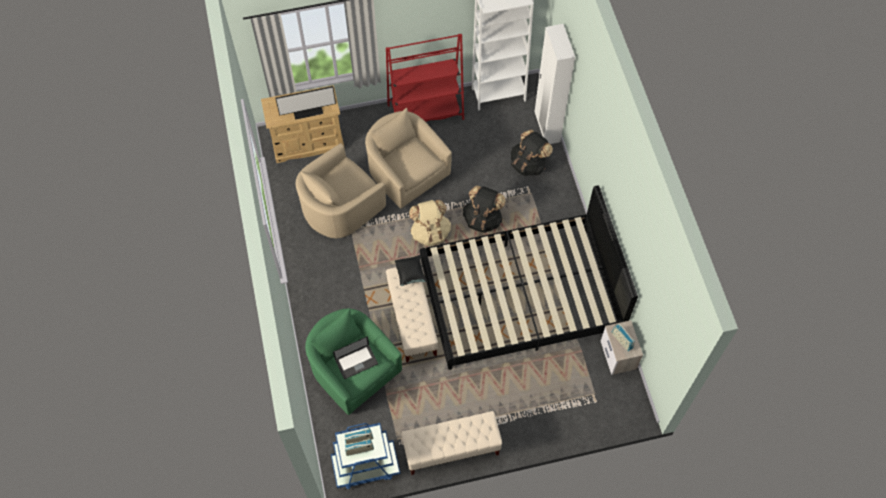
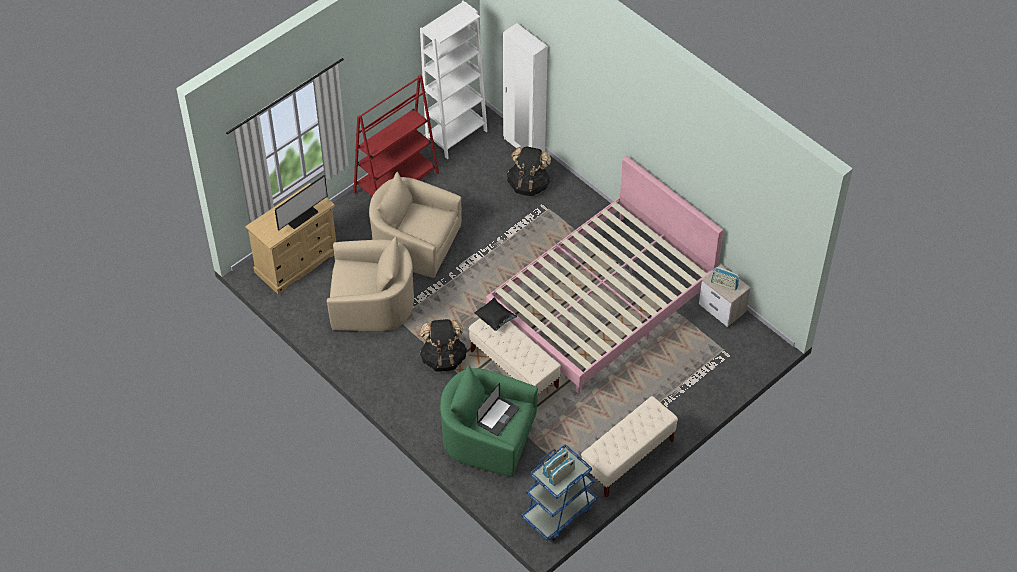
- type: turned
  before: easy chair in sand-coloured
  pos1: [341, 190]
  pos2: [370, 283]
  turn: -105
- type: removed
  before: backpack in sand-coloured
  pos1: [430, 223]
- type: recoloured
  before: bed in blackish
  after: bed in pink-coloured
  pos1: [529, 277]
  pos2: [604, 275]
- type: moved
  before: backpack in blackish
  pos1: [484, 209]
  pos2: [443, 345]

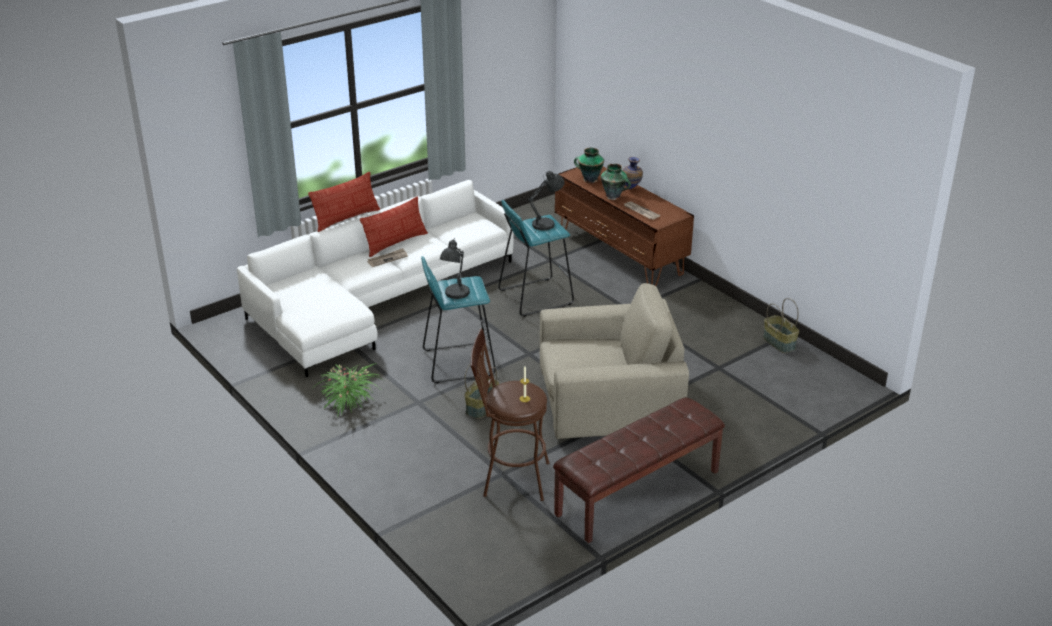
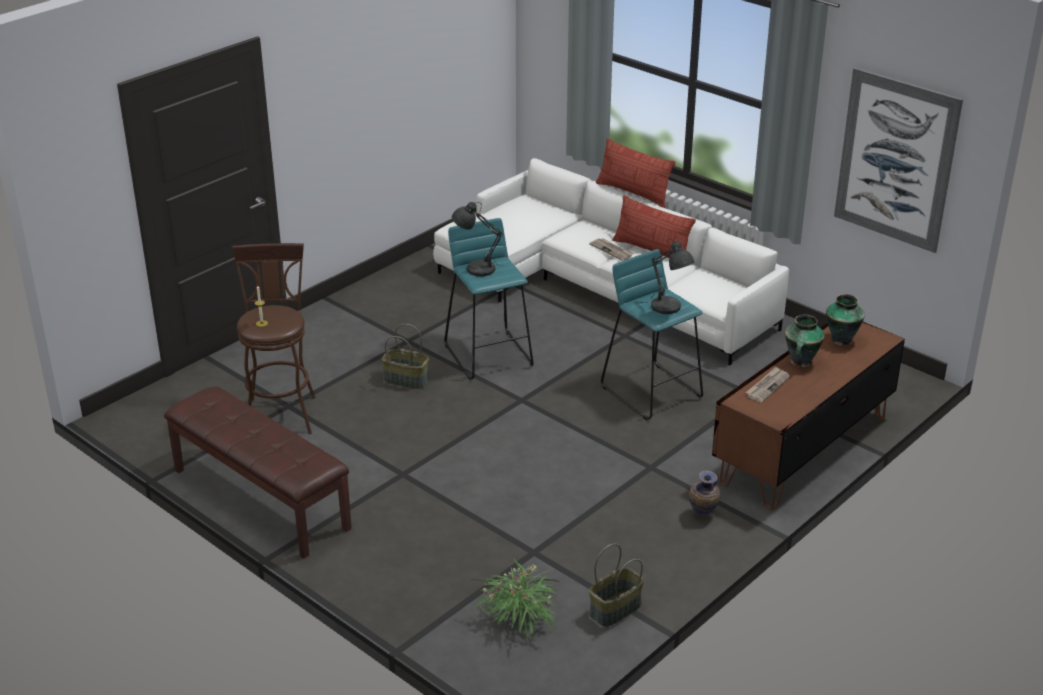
- type: moved
  before: plant in a pot
  pos1: [348, 390]
  pos2: [516, 599]
- type: removed
  before: easy chair in sand-coloured
  pos1: [614, 361]
- type: moved
  before: vase
  pos1: [633, 173]
  pos2: [704, 492]
- type: added
  after: wall art
  pos2: [898, 160]

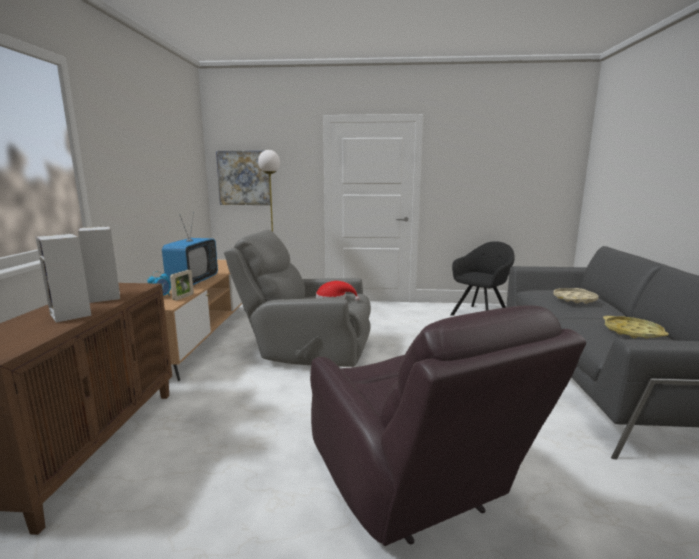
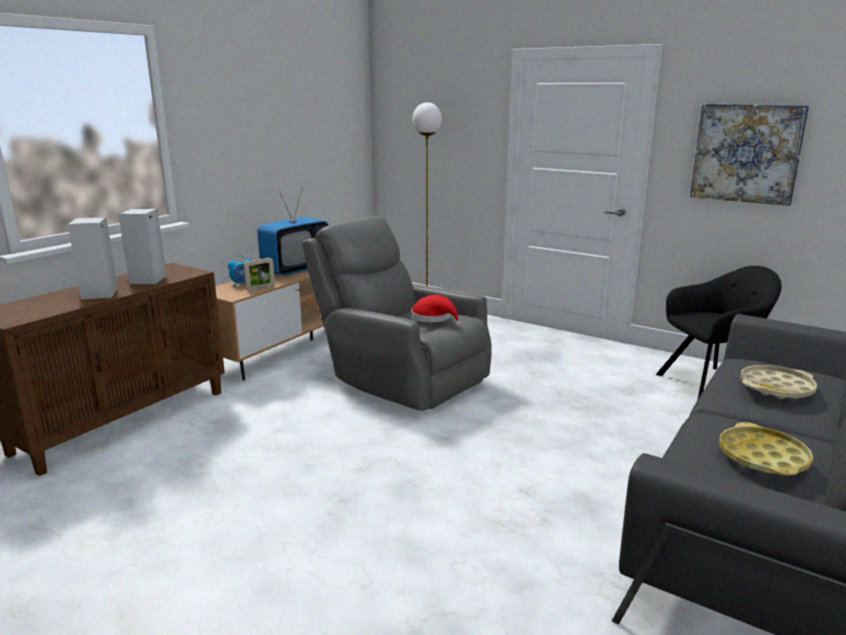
- type: moved
  before: wall art
  pos1: [244, 178]
  pos2: [749, 154]
- type: removed
  before: easy chair in brown
  pos1: [448, 425]

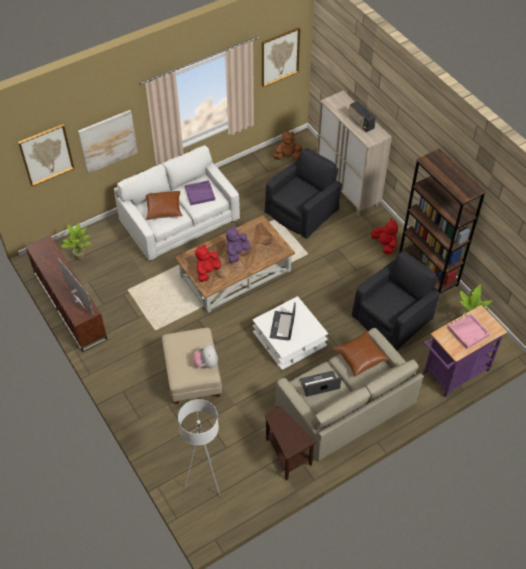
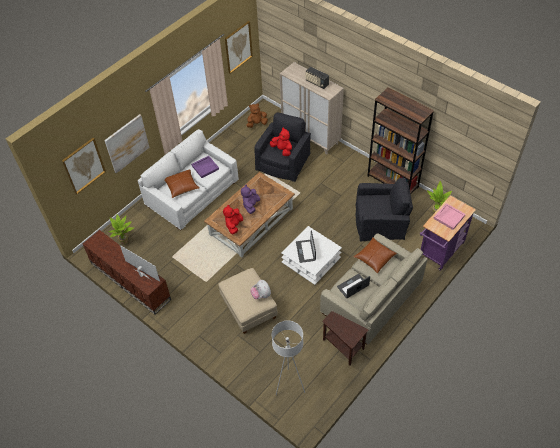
- type: turned
  before: easy chair in blackish
  pos1: [396, 301]
  pos2: [384, 209]
  turn: 60
- type: moved
  before: plush toy in red-coloured
  pos1: [384, 236]
  pos2: [281, 141]

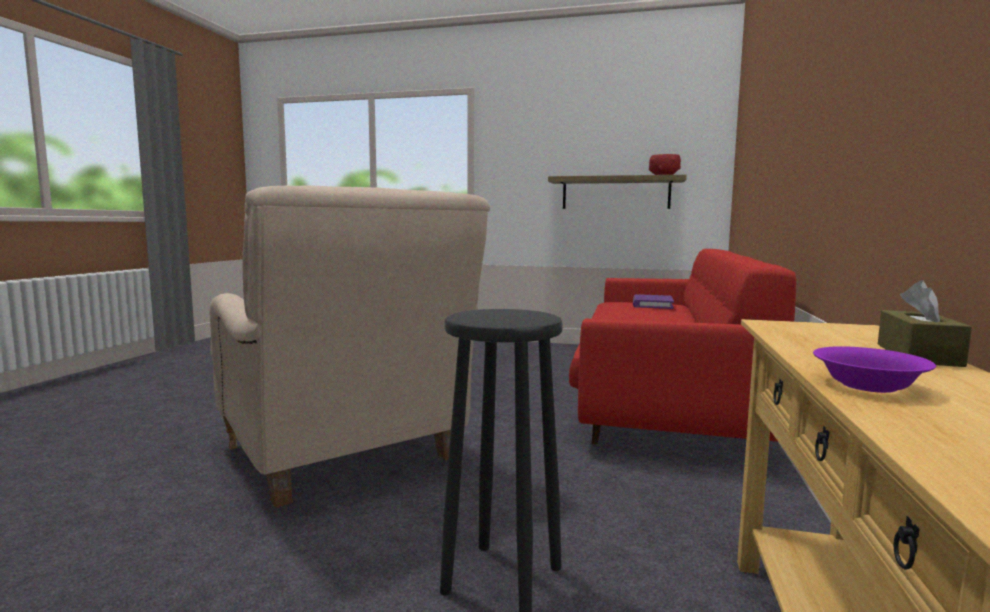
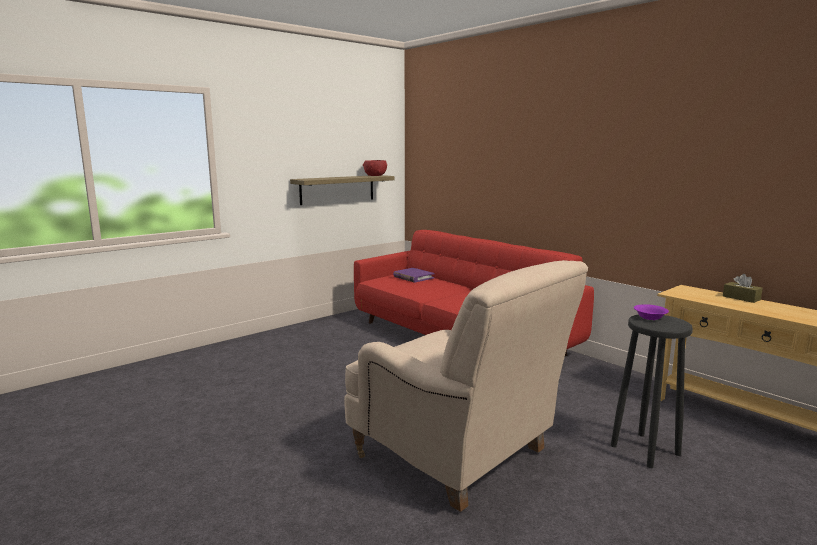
- type: turned
  before: easy chair in sand-coloured
  pos1: [349, 346]
  pos2: [466, 386]
  turn: 45
- type: moved
  before: serving bowl in purple-coloured
  pos1: [874, 369]
  pos2: [651, 312]

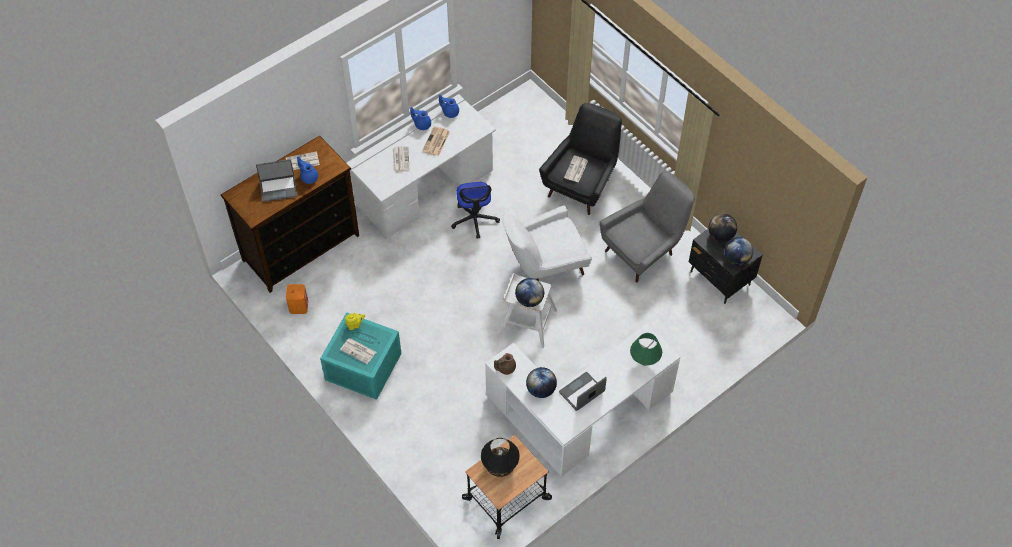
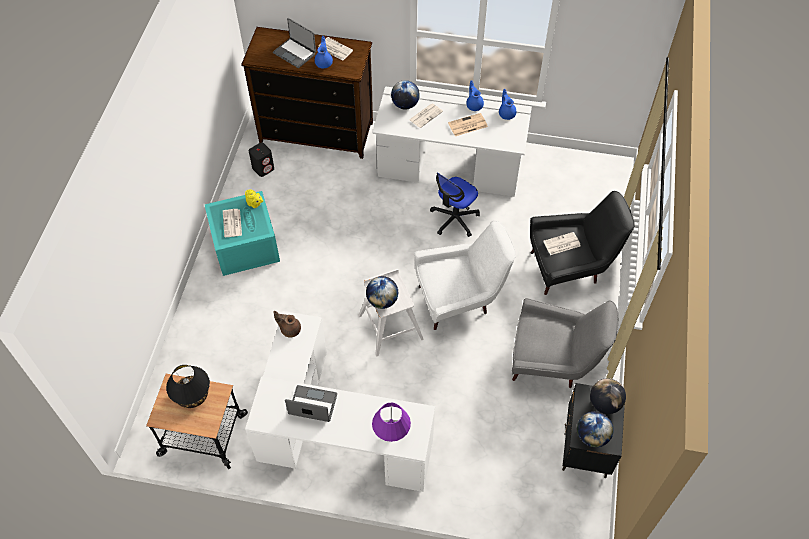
- type: recoloured
  before: speaker in orangey
  after: speaker in blackish
  pos1: [297, 299]
  pos2: [261, 159]
- type: turned
  before: easy chair in whitish
  pos1: [547, 243]
  pos2: [465, 275]
  turn: 135
- type: moved
  before: globe
  pos1: [541, 382]
  pos2: [405, 94]
- type: recoloured
  before: tabletop lamp in greenish
  after: tabletop lamp in purple-coloured
  pos1: [646, 349]
  pos2: [391, 422]

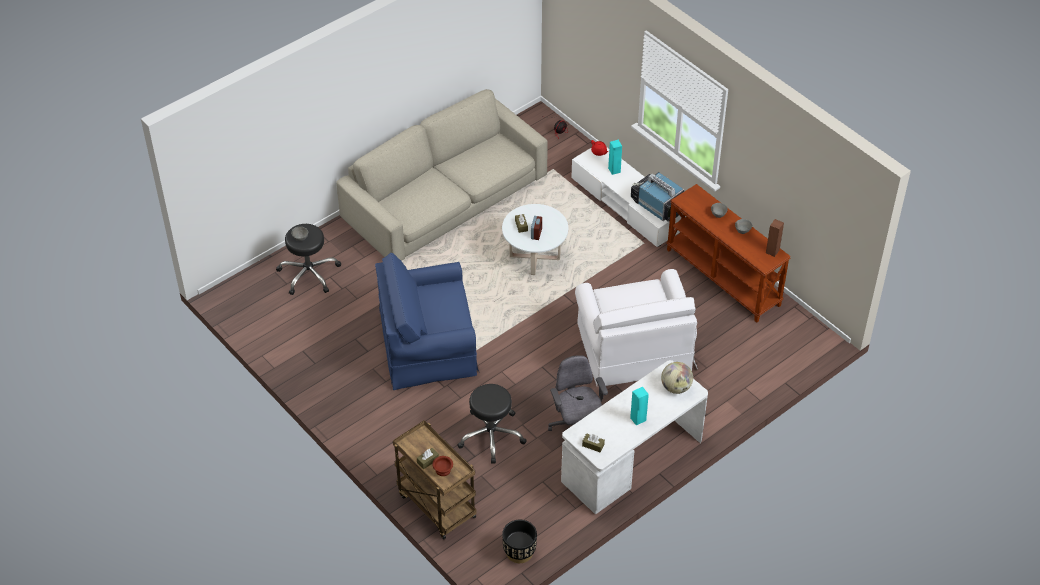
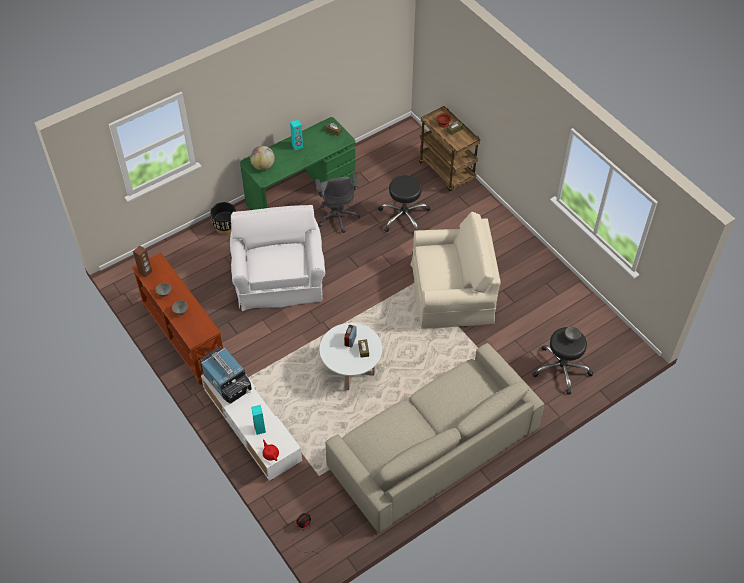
- type: recoloured
  before: easy chair in blue-coloured
  after: easy chair in sand-coloured
  pos1: [427, 321]
  pos2: [455, 270]
- type: moved
  before: planter in blackish
  pos1: [519, 541]
  pos2: [223, 218]
- type: recoloured
  before: desk table in whitish
  after: desk table in greenish
  pos1: [634, 437]
  pos2: [298, 163]

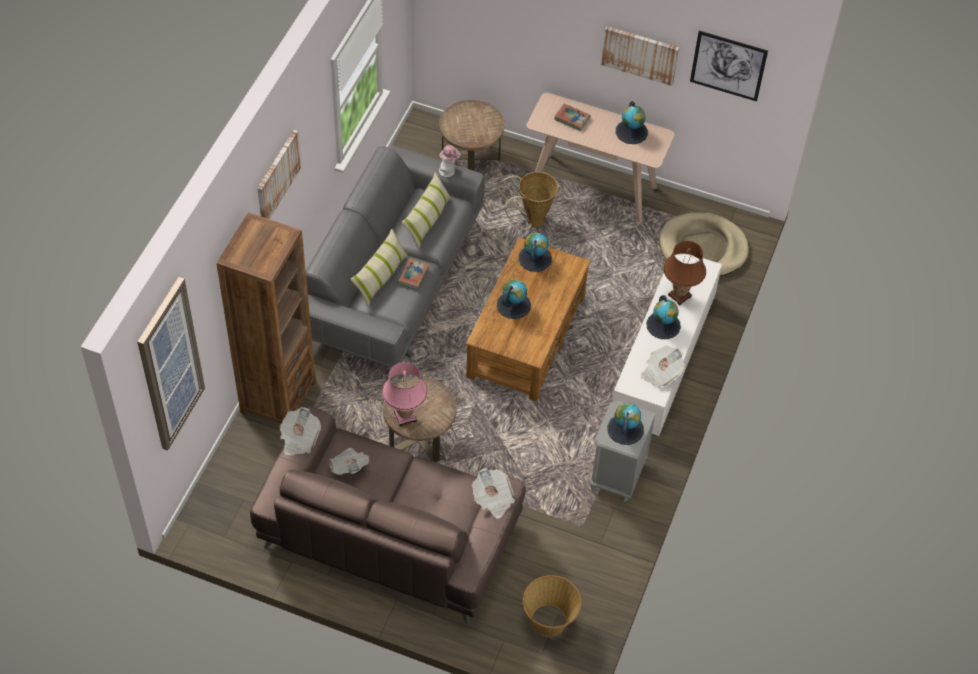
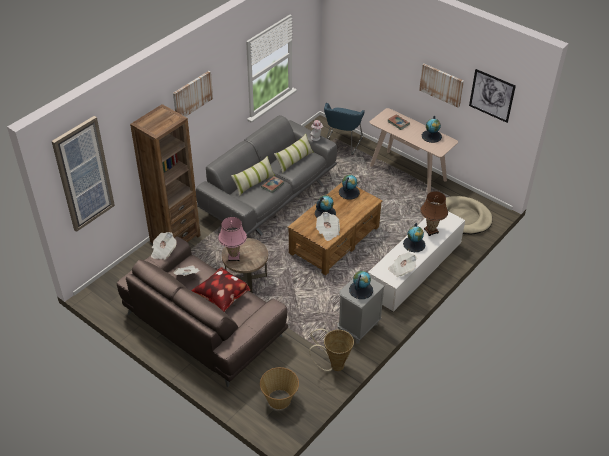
- type: replaced
  before: end table in brown
  after: easy chair in blue-coloured
  pos1: [471, 135]
  pos2: [344, 129]
- type: moved
  before: daily paper
  pos1: [493, 493]
  pos2: [328, 226]
- type: moved
  before: basket
  pos1: [528, 201]
  pos2: [331, 350]
- type: added
  after: cushion
  pos2: [220, 289]

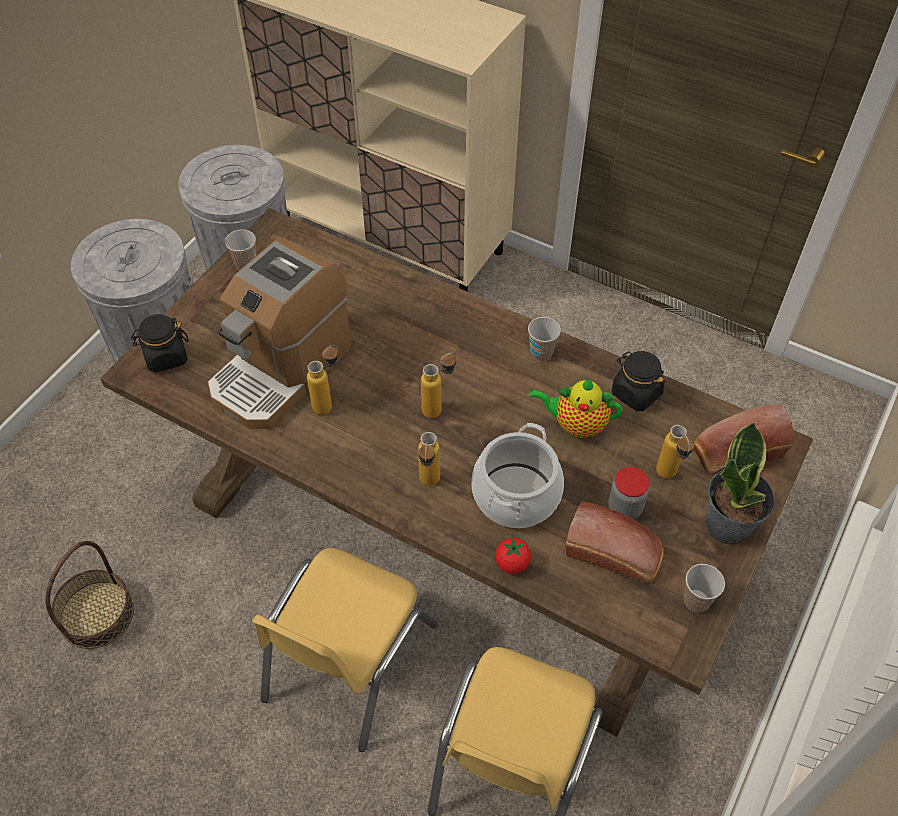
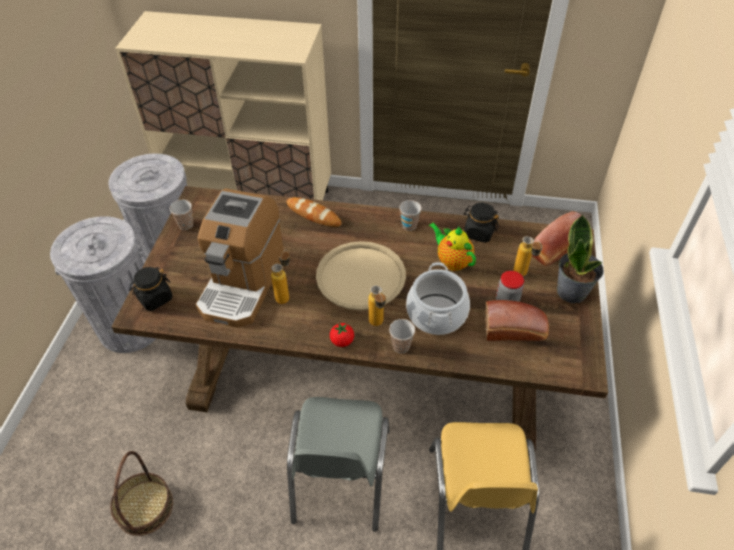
- type: recoloured
  before: chair in yellow
  after: chair in gray
  pos1: [344, 650]
  pos2: [338, 464]
- type: replaced
  before: bottle
  after: tray in sand-coloured
  pos1: [438, 385]
  pos2: [361, 276]
- type: moved
  before: tomato
  pos1: [513, 556]
  pos2: [342, 335]
- type: turned
  before: pot for tea
  pos1: [575, 408]
  pos2: [452, 247]
  turn: 60
- type: moved
  before: small cup
  pos1: [704, 588]
  pos2: [402, 336]
- type: added
  after: bakery bread
  pos2: [314, 212]

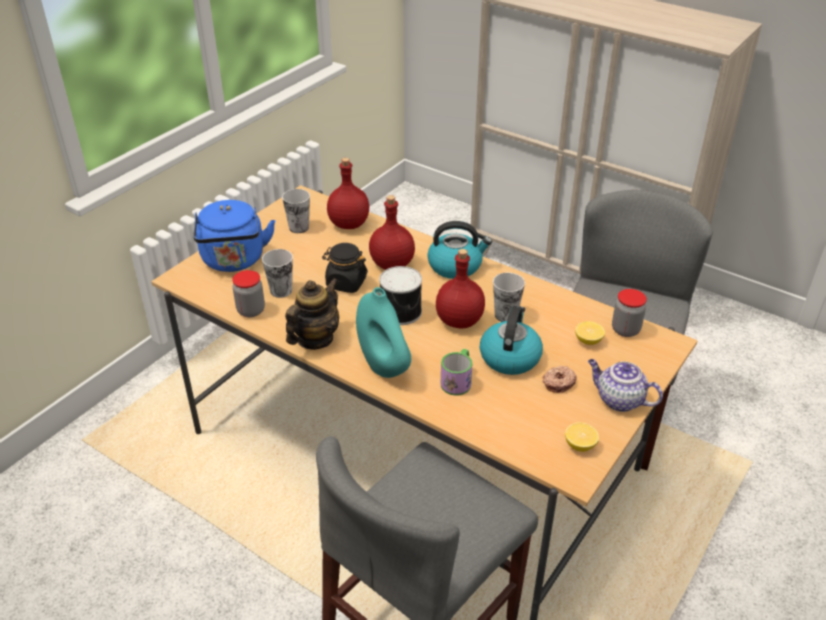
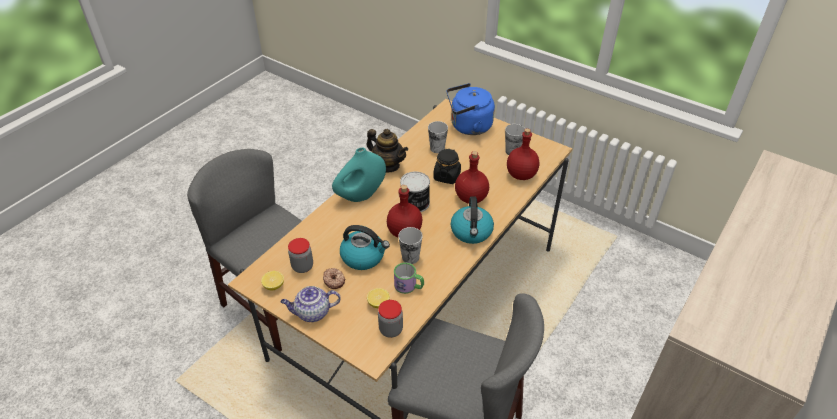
- type: moved
  before: storage jar
  pos1: [248, 293]
  pos2: [300, 255]
- type: moved
  before: tea mug
  pos1: [457, 372]
  pos2: [409, 278]
- type: turned
  before: pot for tea
  pos1: [625, 385]
  pos2: [310, 304]
  turn: -135

